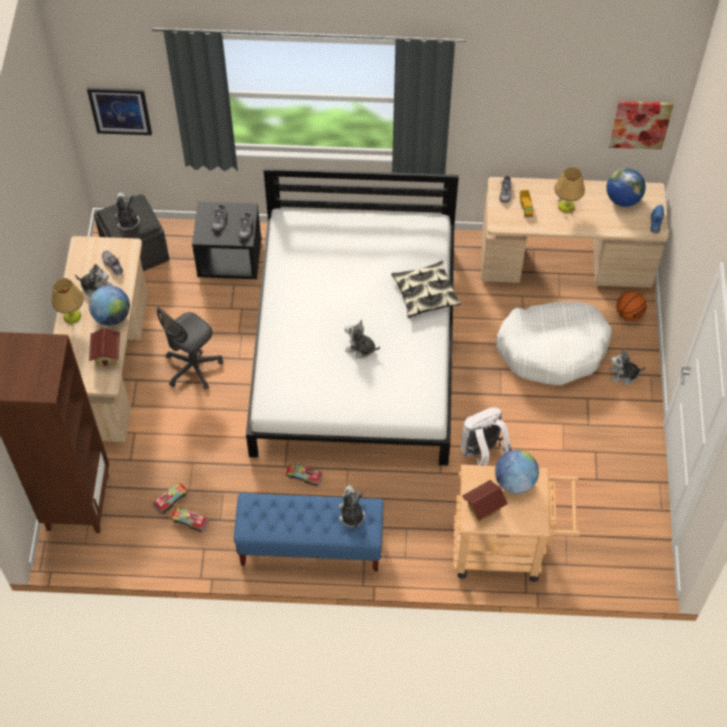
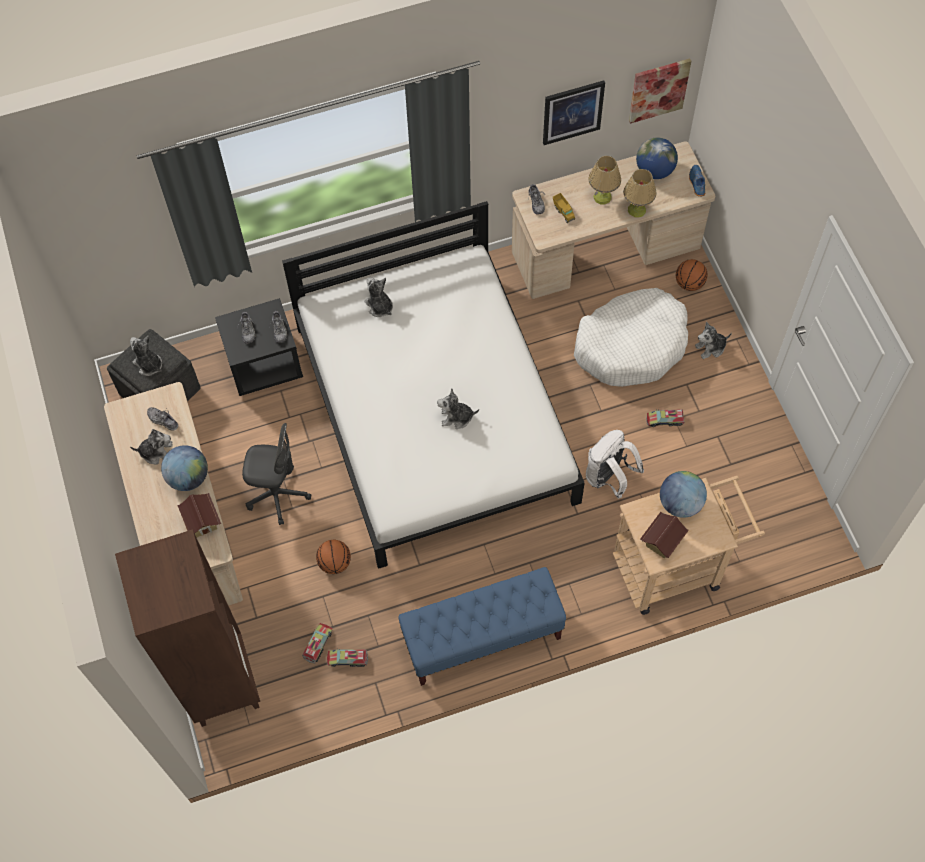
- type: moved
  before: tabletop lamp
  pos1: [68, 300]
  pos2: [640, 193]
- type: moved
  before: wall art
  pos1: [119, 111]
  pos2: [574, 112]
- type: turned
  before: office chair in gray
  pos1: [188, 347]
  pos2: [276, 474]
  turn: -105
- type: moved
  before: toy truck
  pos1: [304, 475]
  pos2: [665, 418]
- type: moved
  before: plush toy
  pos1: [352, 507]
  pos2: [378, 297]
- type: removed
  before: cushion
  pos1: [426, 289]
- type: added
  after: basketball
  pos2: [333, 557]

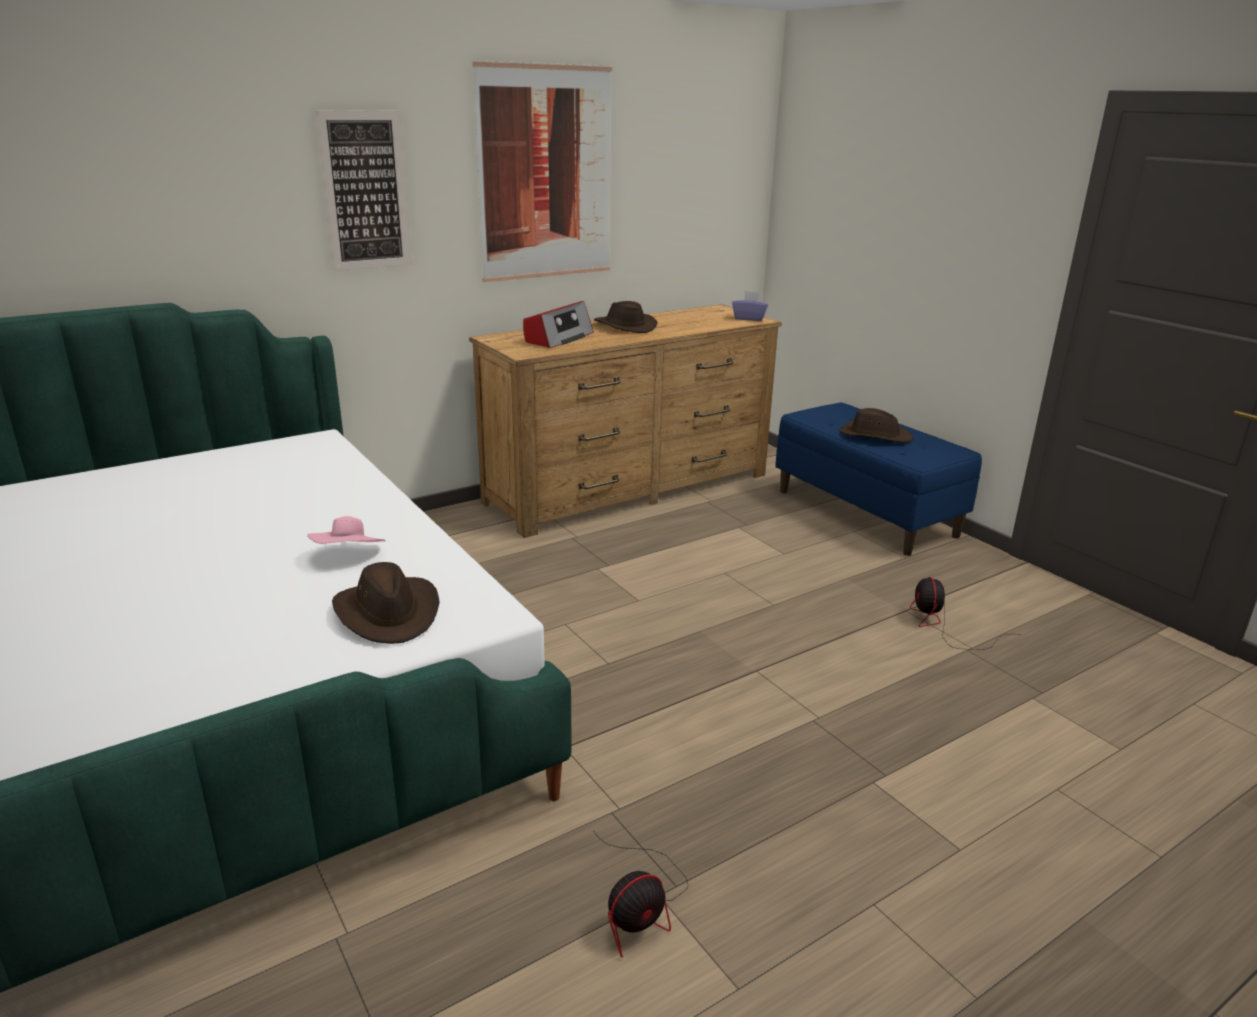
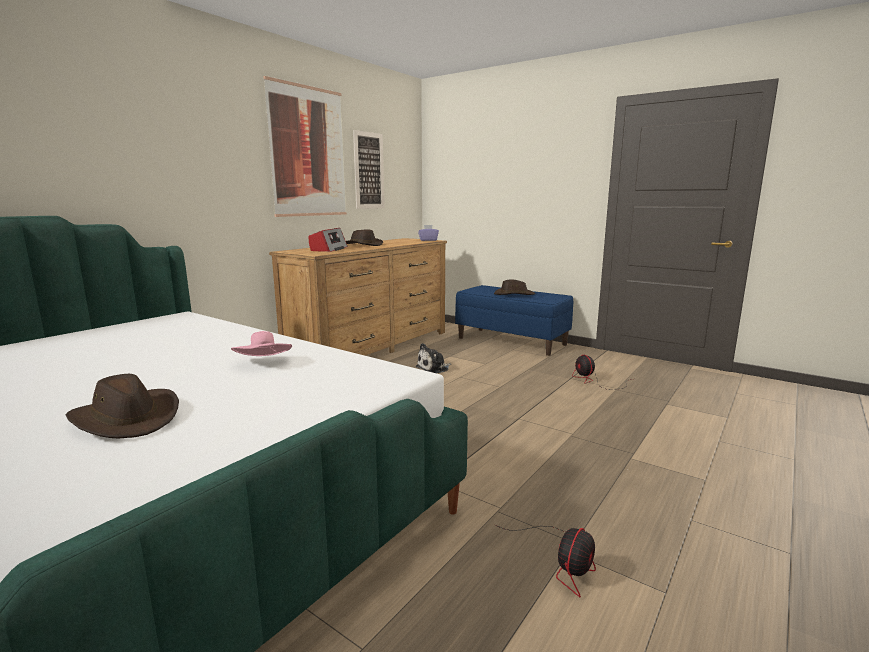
- type: moved
  before: wall art
  pos1: [363, 191]
  pos2: [369, 169]
- type: moved
  before: hat in brown
  pos1: [386, 603]
  pos2: [122, 406]
- type: added
  after: plush toy
  pos2: [433, 358]

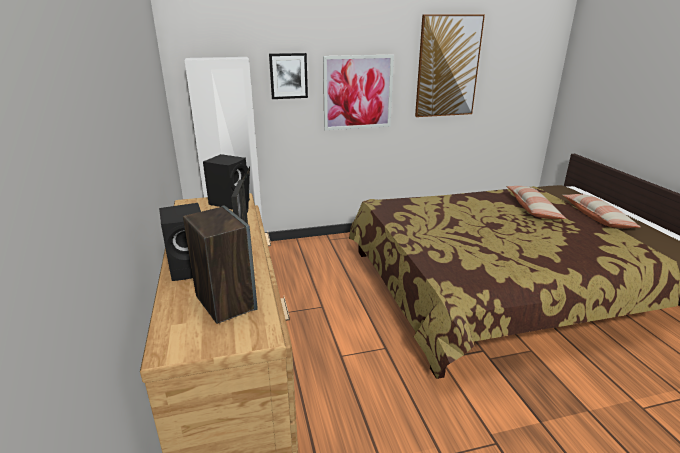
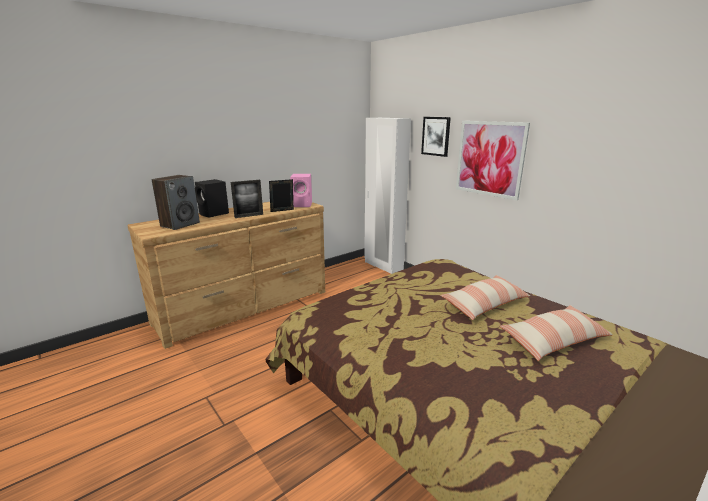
- type: recoloured
  before: speaker in blackish
  after: speaker in pink-coloured
  pos1: [226, 182]
  pos2: [301, 190]
- type: removed
  before: wall art
  pos1: [450, 66]
- type: moved
  before: cushion
  pos1: [601, 211]
  pos2: [485, 297]

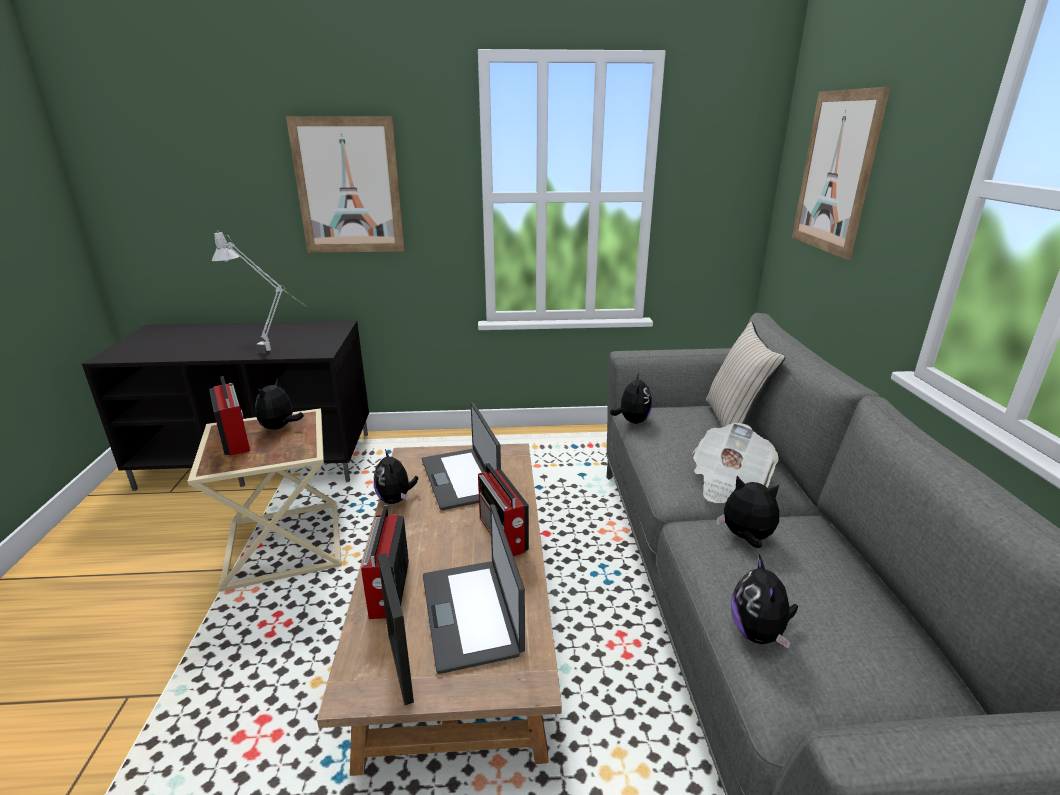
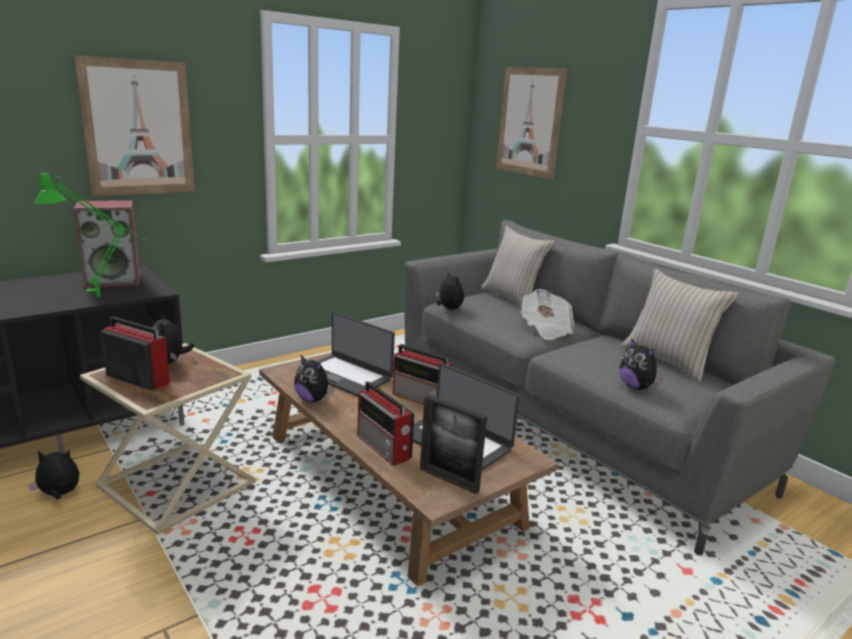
- type: recoloured
  before: tabletop lamp in gray
  after: tabletop lamp in greenish
  pos1: [259, 290]
  pos2: [94, 234]
- type: moved
  before: plush toy
  pos1: [748, 512]
  pos2: [53, 474]
- type: added
  after: speaker
  pos2: [106, 244]
- type: added
  after: cushion in sand-coloured
  pos2: [680, 326]

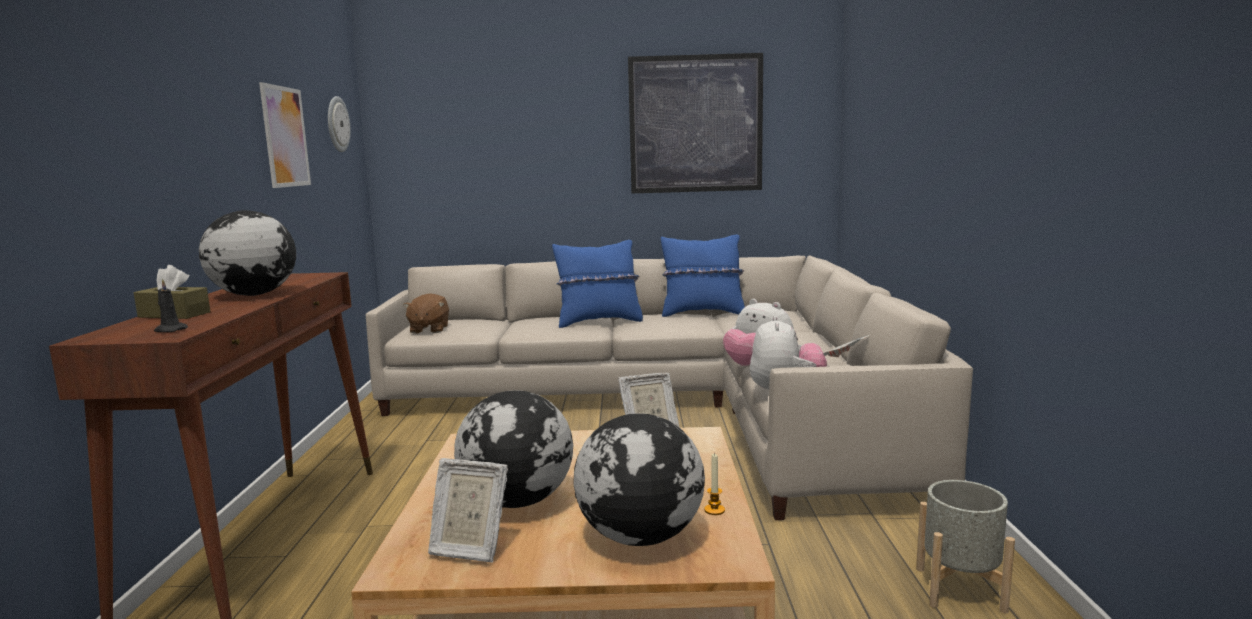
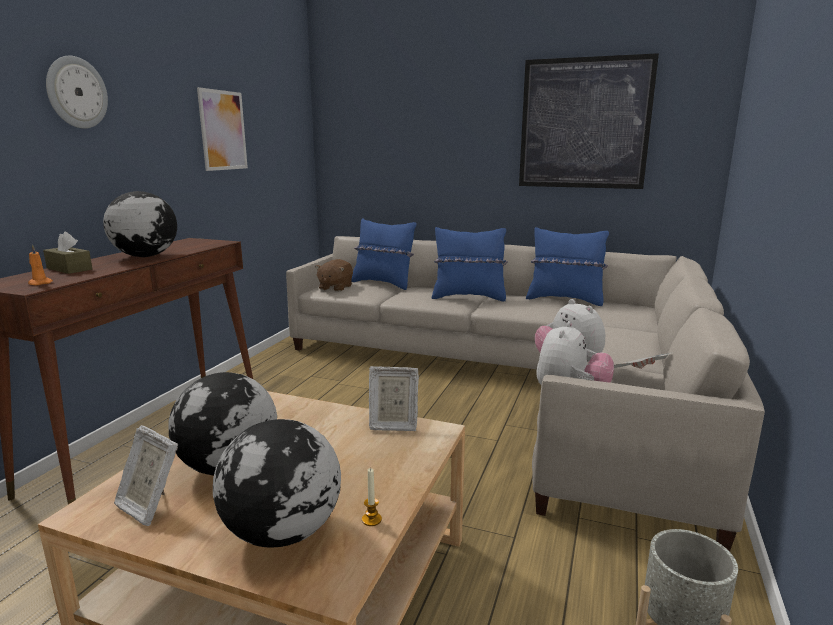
- type: recoloured
  before: wax candle in blackish
  after: wax candle in orangey
  pos1: [171, 305]
  pos2: [40, 264]
- type: moved
  before: clock on the wall
  pos1: [339, 124]
  pos2: [77, 92]
- type: added
  after: cushion in blue-coloured
  pos2: [384, 254]

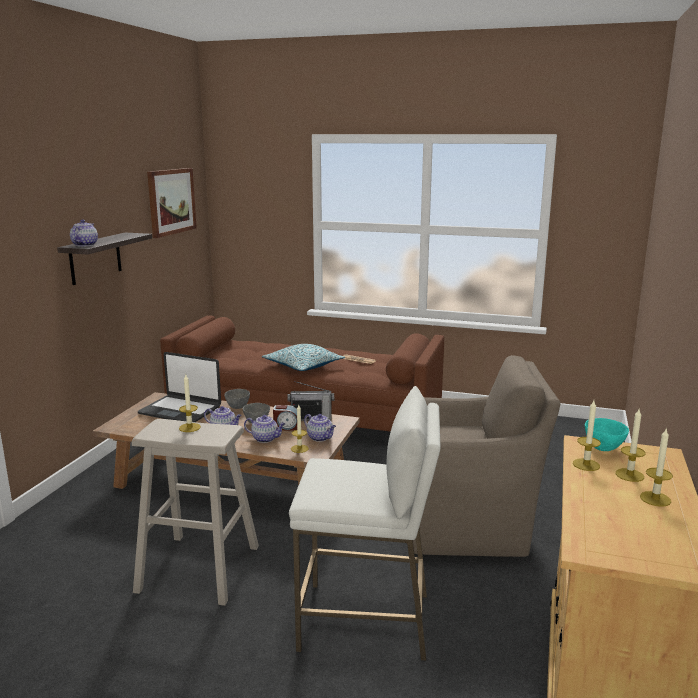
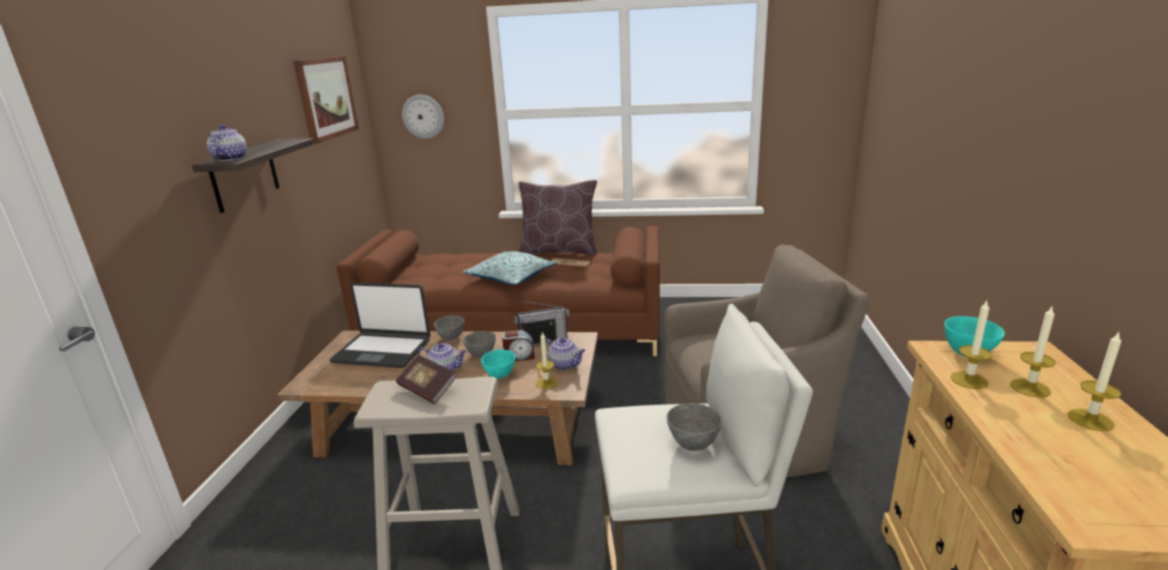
- type: replaced
  before: wax candle
  after: volume
  pos1: [190, 403]
  pos2: [426, 379]
- type: replaced
  before: pot for tea
  after: serving bowl in blue-green
  pos1: [264, 429]
  pos2: [498, 363]
- type: added
  after: clock on the wall
  pos2: [423, 116]
- type: added
  after: cushion in brown
  pos2: [558, 217]
- type: added
  after: serving bowl in gray
  pos2: [694, 427]

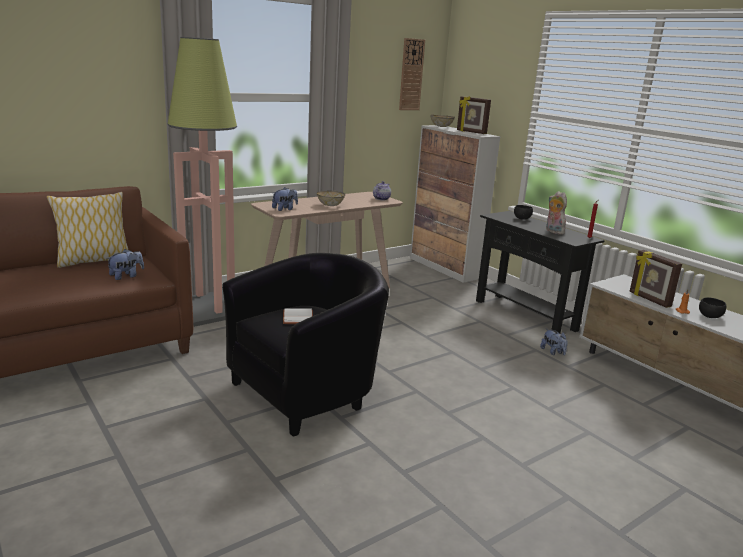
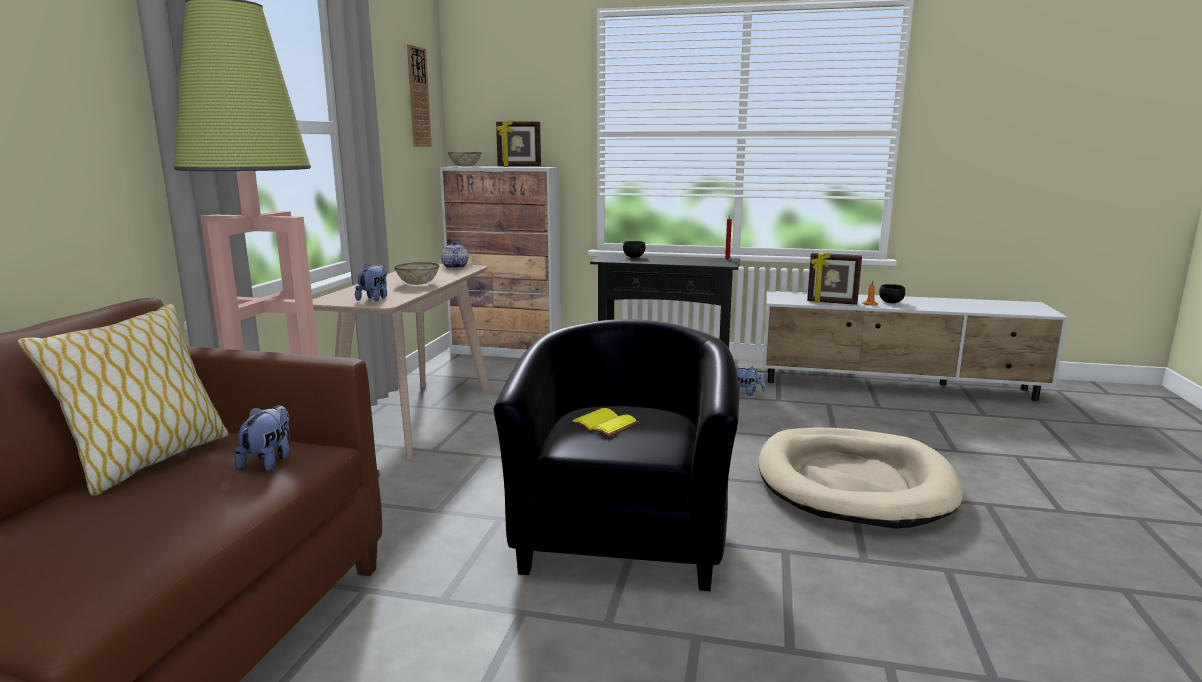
- type: recoloured
  before: volume in whitish
  after: volume in yellow
  pos1: [298, 316]
  pos2: [604, 422]
- type: removed
  before: plush toy
  pos1: [556, 212]
- type: added
  after: dog cushion in sand-coloured
  pos2: [861, 478]

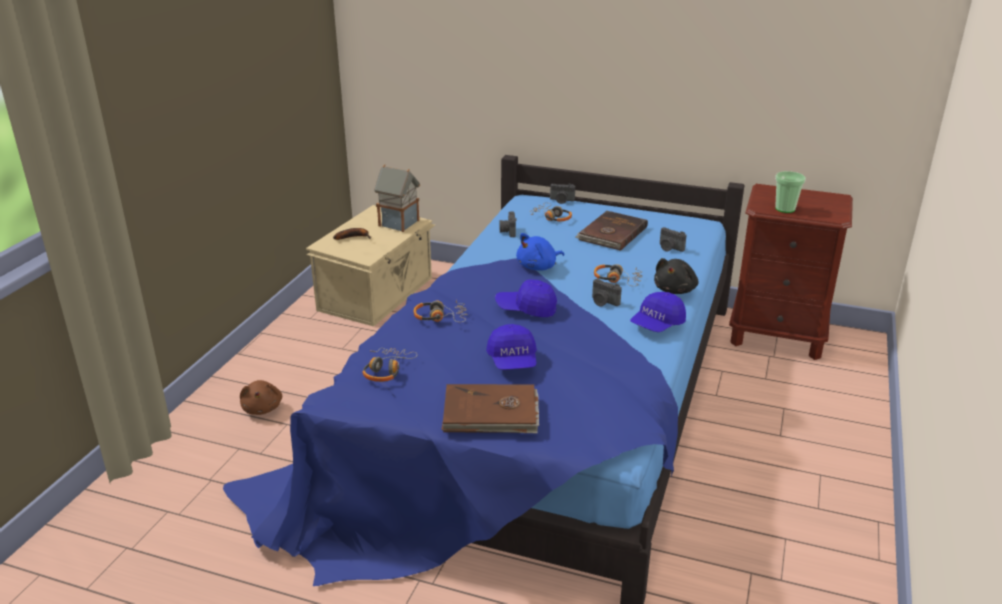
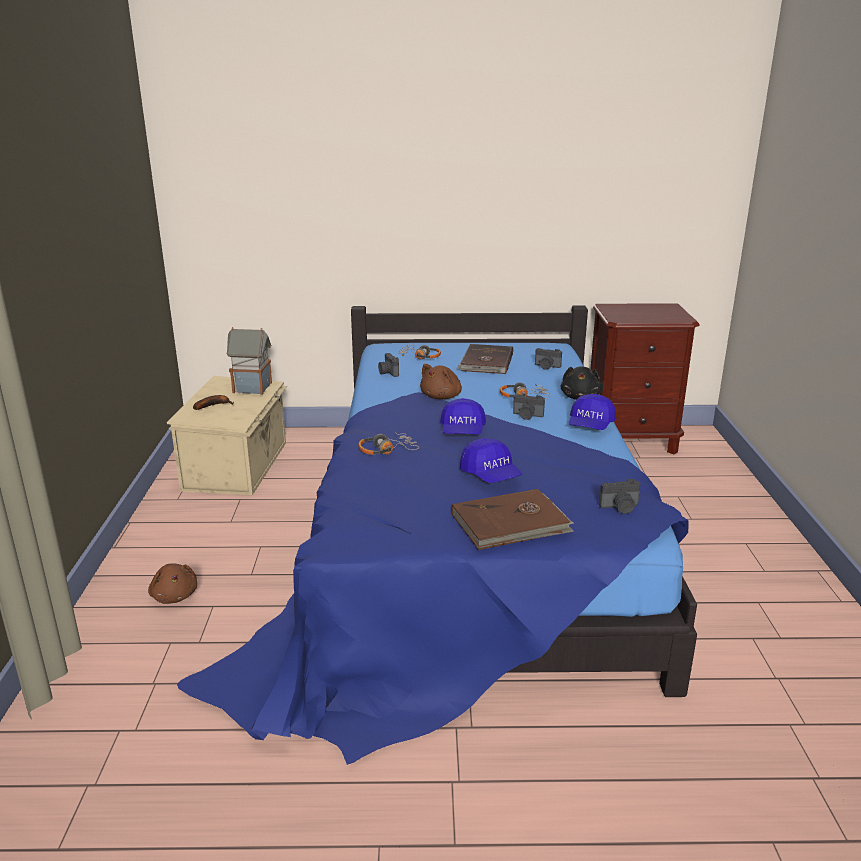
- type: removed
  before: headphones
  pos1: [389, 365]
- type: turned
  before: baseball cap in blue-coloured
  pos1: [526, 298]
  pos2: [463, 416]
  turn: -75
- type: recoloured
  before: plush toy in blue-coloured
  after: plush toy in brown
  pos1: [540, 252]
  pos2: [441, 381]
- type: moved
  before: still camera
  pos1: [562, 194]
  pos2: [619, 496]
- type: removed
  before: small cup
  pos1: [790, 192]

